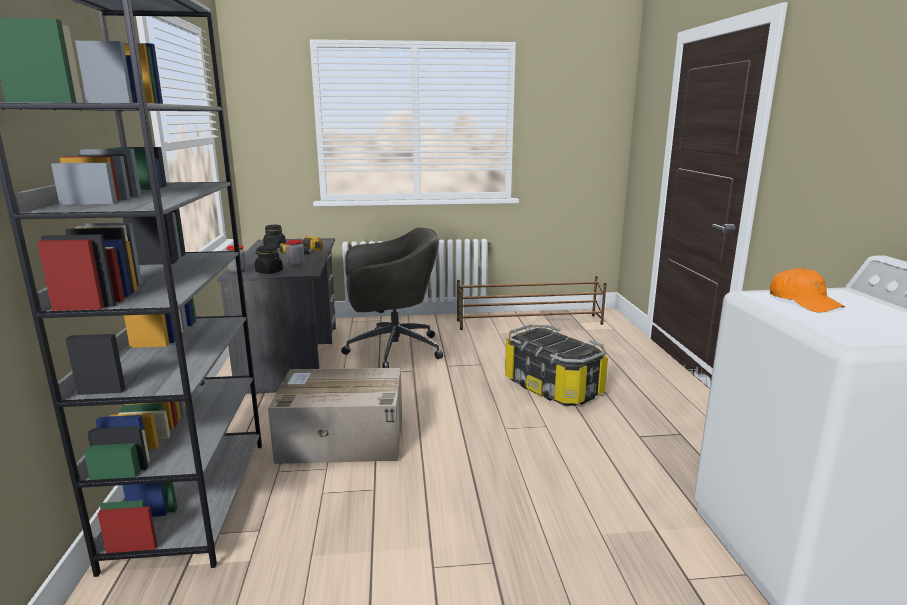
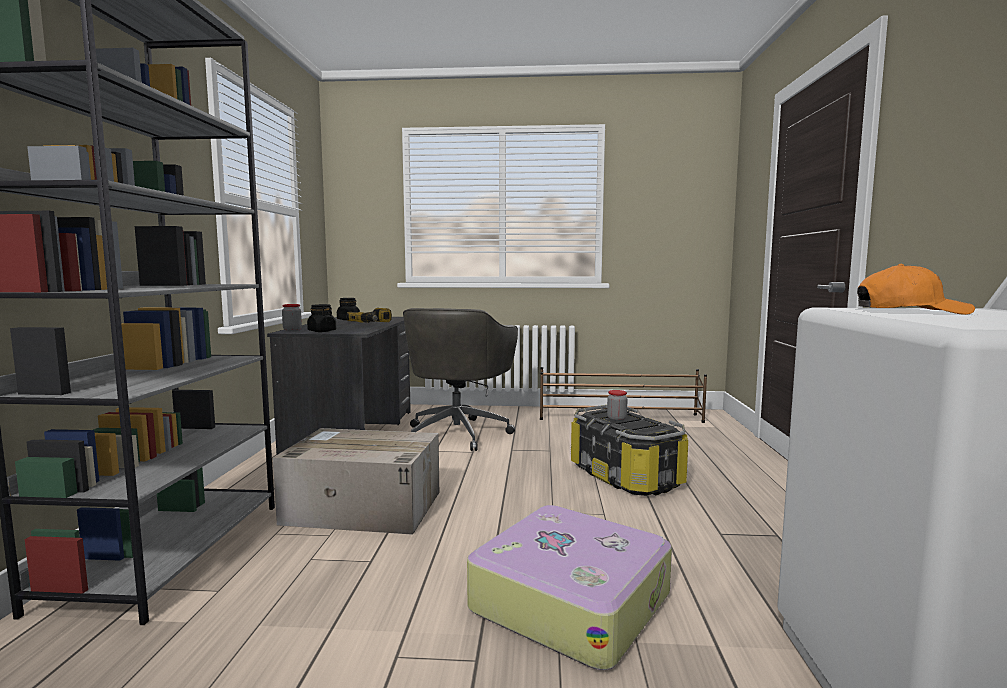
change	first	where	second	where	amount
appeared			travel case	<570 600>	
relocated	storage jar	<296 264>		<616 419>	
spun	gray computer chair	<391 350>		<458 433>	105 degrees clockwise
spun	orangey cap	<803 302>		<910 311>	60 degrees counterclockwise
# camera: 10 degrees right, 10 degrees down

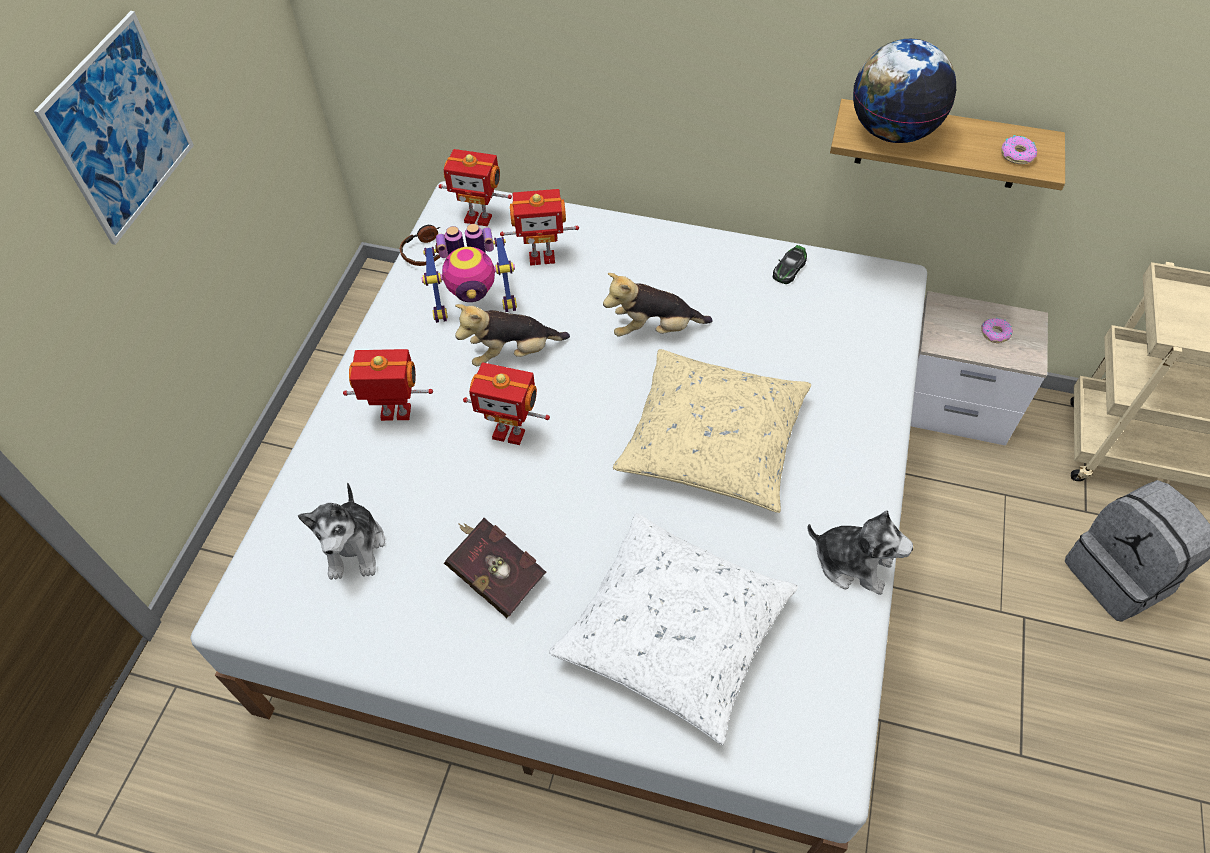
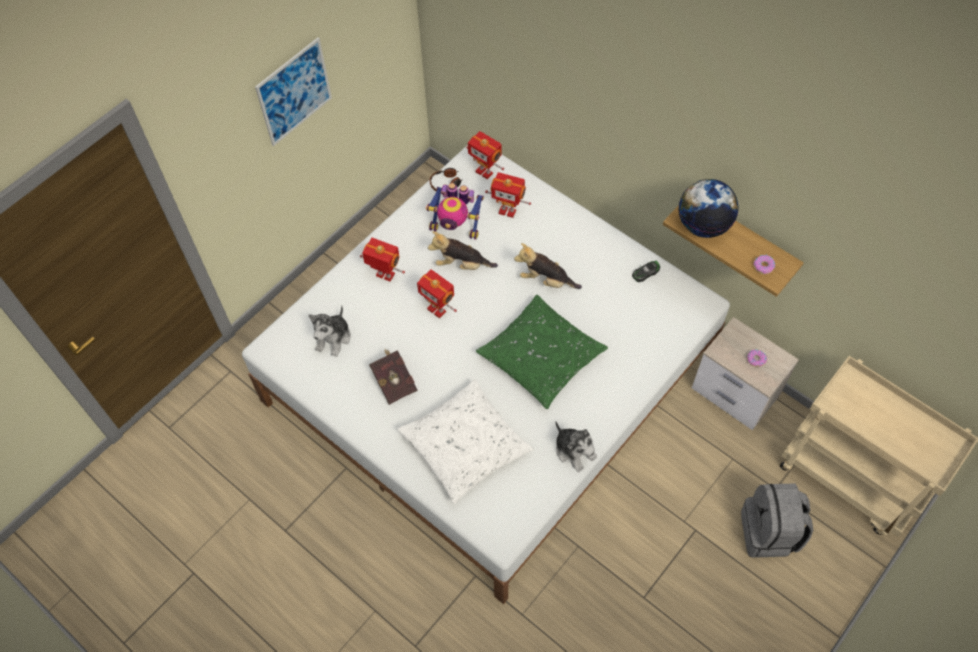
change	first	where	second	where	amount
colour	beige-coloured cushion	<712 440>	green cushion	<541 356>	
# camera: 25 degrees right, 5 degrees up

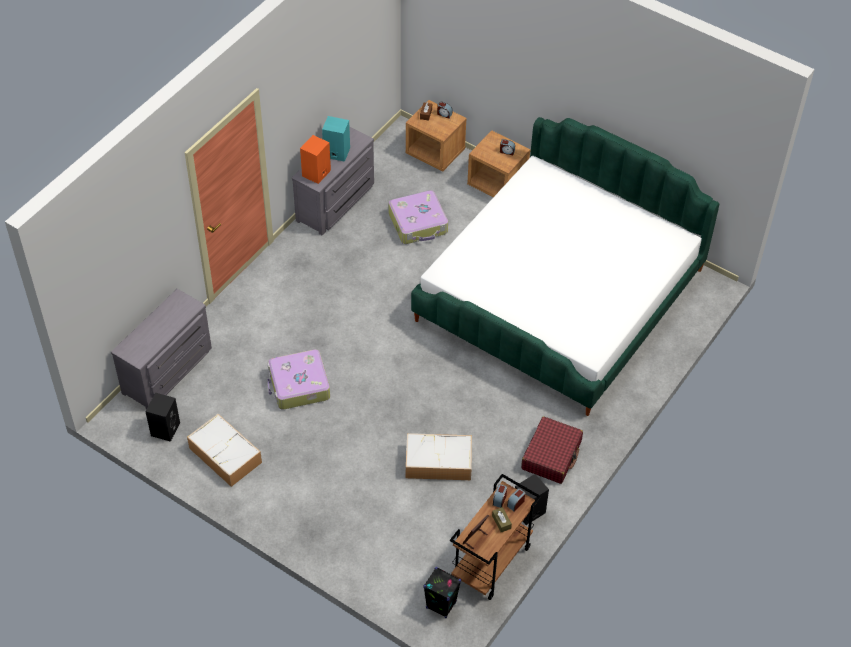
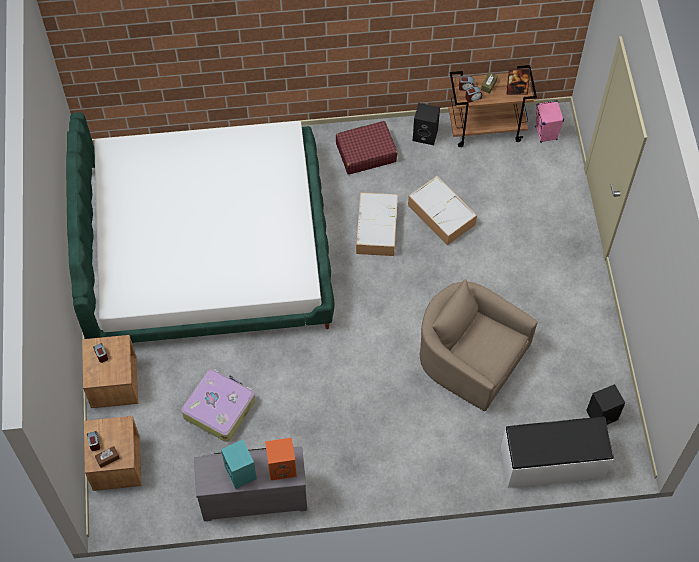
change	first	where	second	where	amount
relocated	storage container	<226 455>		<376 228>	
exchanged	gray drawer chest	<169 371>	white-coloured indoor bench	<552 463>	
exchanged	travel case	<298 385>	beige-coloured lounge chair	<470 358>	
colour	black-coloured audio speaker	<441 605>	pink-coloured audio speaker	<546 134>	
# camera: 130 degrees left, 10 degrees up

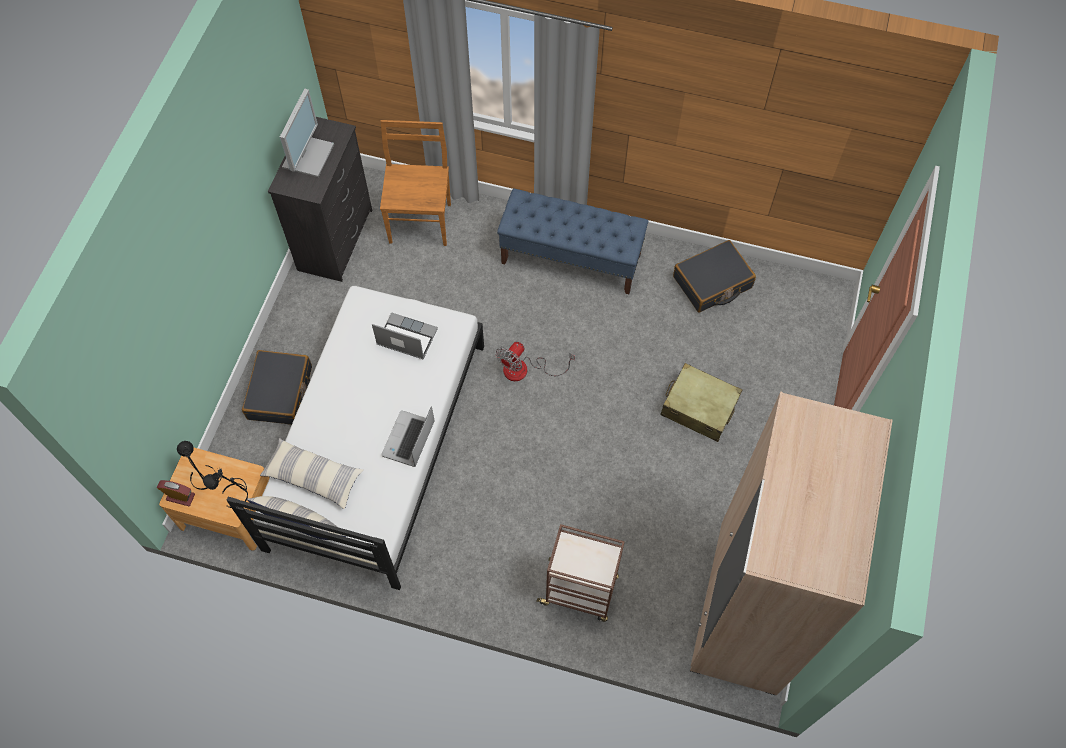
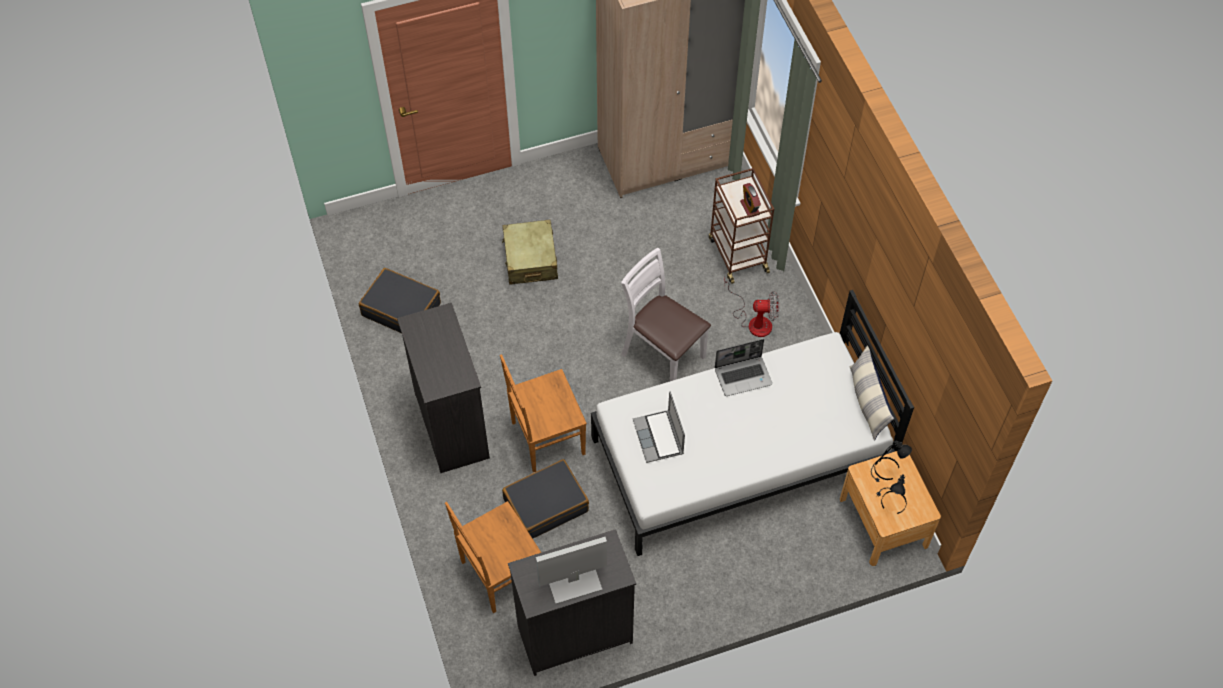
change	first	where	second	where	amount
missing	cushion	<313 477>			
appeared			brown-coloured chair	<545 438>	
appeared			white-coloured chair	<663 354>	
relocated	alarm clock	<180 497>		<750 208>	
relocated	black-coloured travel case	<280 393>		<545 505>	
relocated	electric fan	<525 370>		<754 321>	
exchanged	blue indoor bench	<571 259>	black-coloured drawer chest	<452 424>	
# camera: 125 degrees left, 5 degrees down

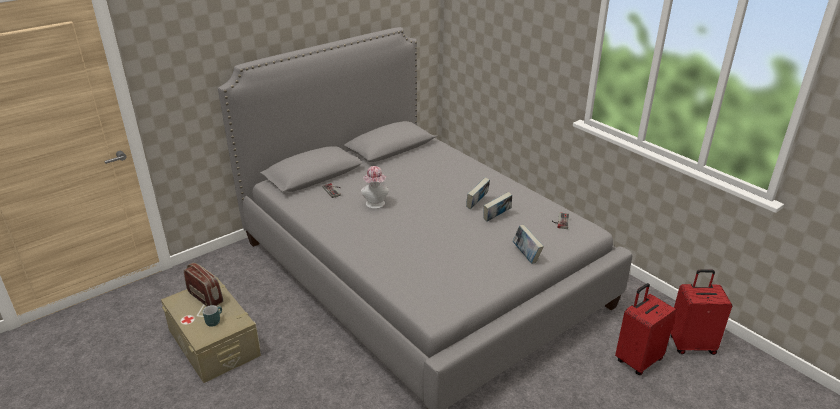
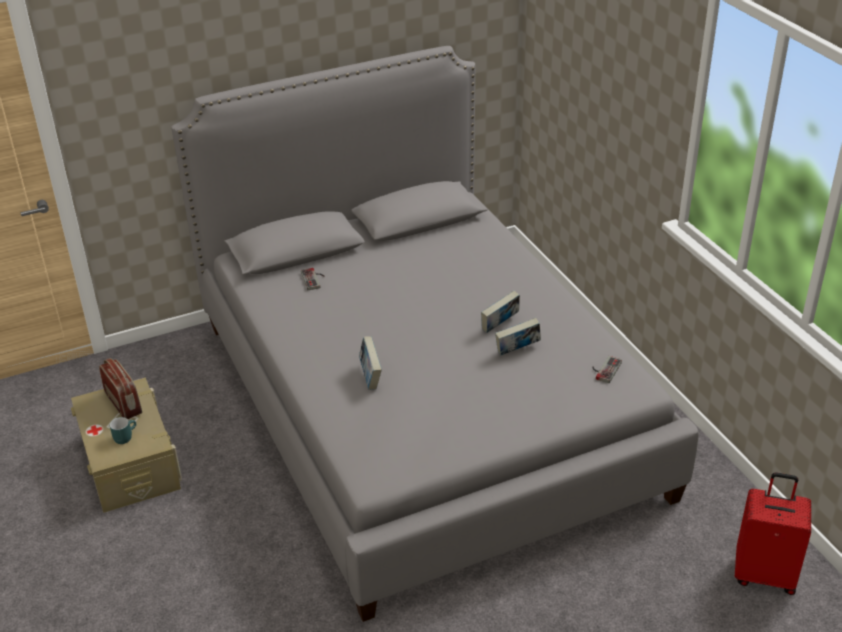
change	first	where	second	where	amount
missing	clothing hat	<375 205>			
missing	reddish travel case	<637 360>			
relocated	volume	<526 255>		<370 377>	
# camera: 15 degrees right, 5 degrees up

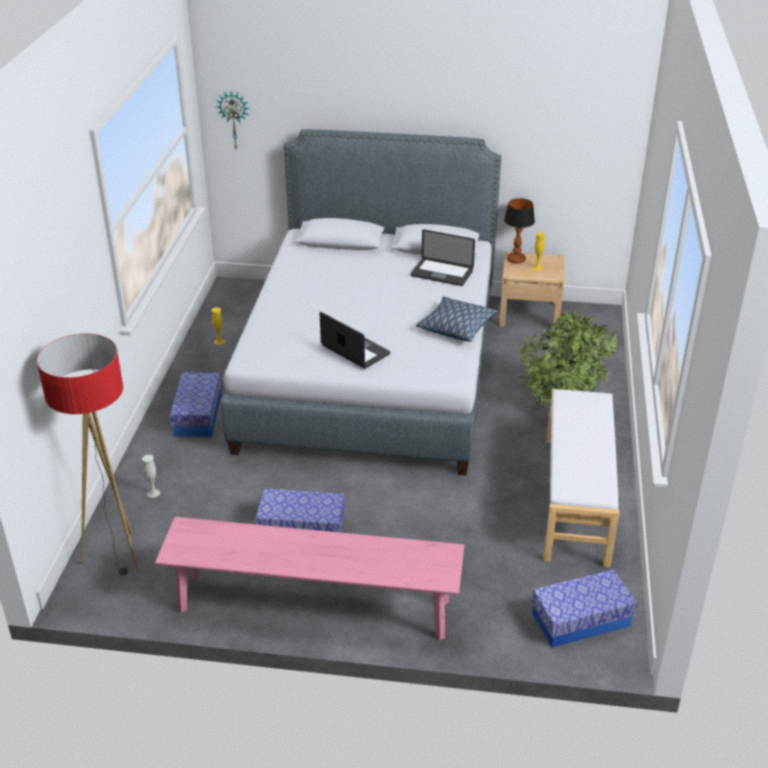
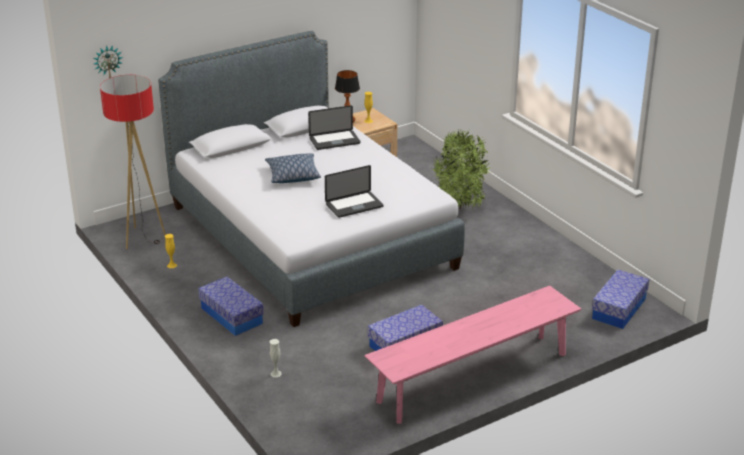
change	first	where	second	where	amount
missing	white-coloured indoor bench	<577 499>			
relocated	standing lamp	<117 556>		<143 238>	
relocated	cushion	<456 327>		<292 175>	
spun	laptop	<355 350>		<354 205>	150 degrees clockwise
# camera: 40 degrees left, 5 degrees down

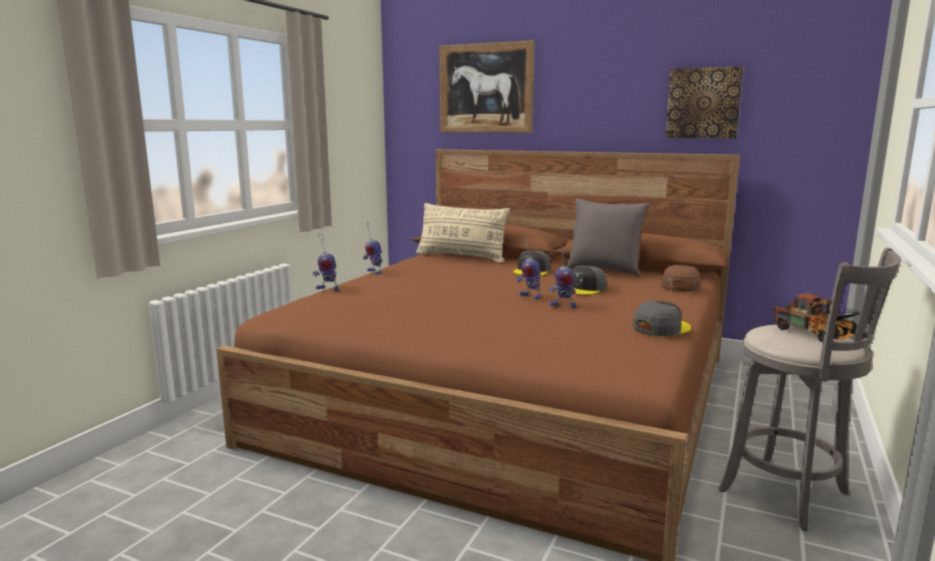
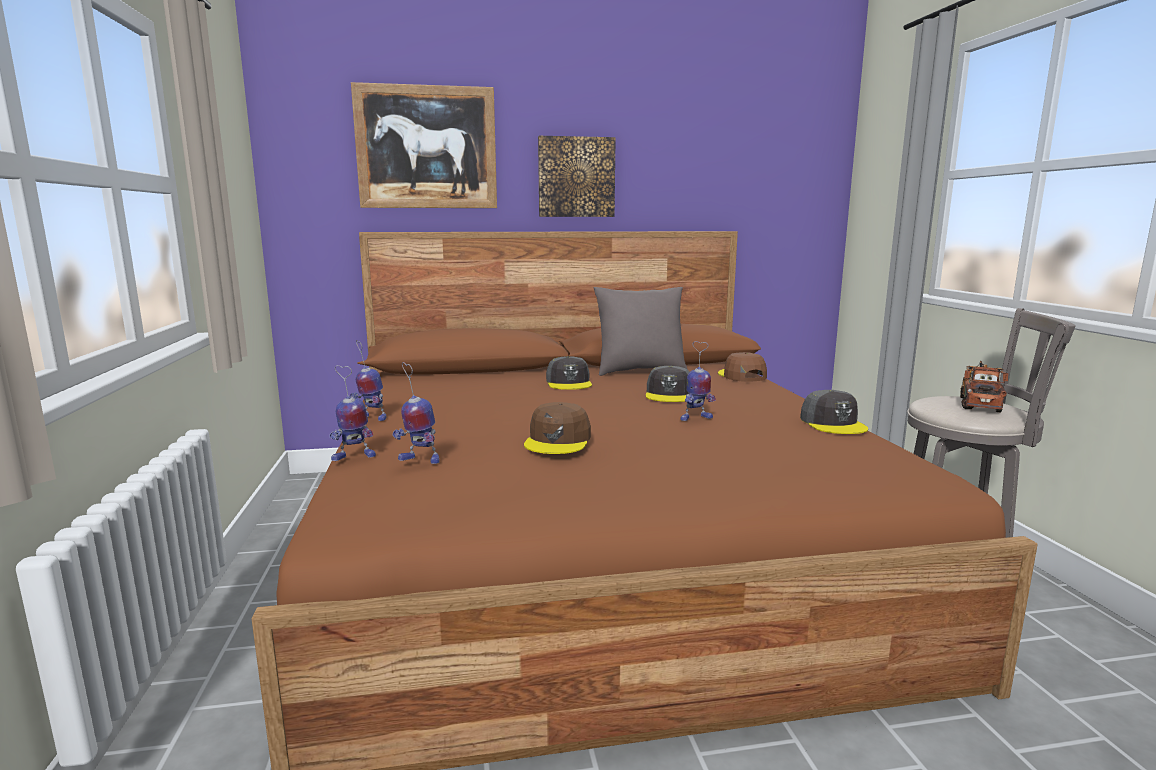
change	first	where	second	where	amount
missing	beige-coloured cushion	<461 257>			
appeared			brown-coloured cap	<558 440>	
relocated	toy robot	<529 296>		<419 460>	
relocated	picture	<703 103>		<576 177>	
spun	gray cap	<661 328>		<833 423>	150 degrees clockwise
spun	toy truck	<817 335>		<979 403>	90 degrees counterclockwise
# camera: 35 degrees left, 0 degrees up

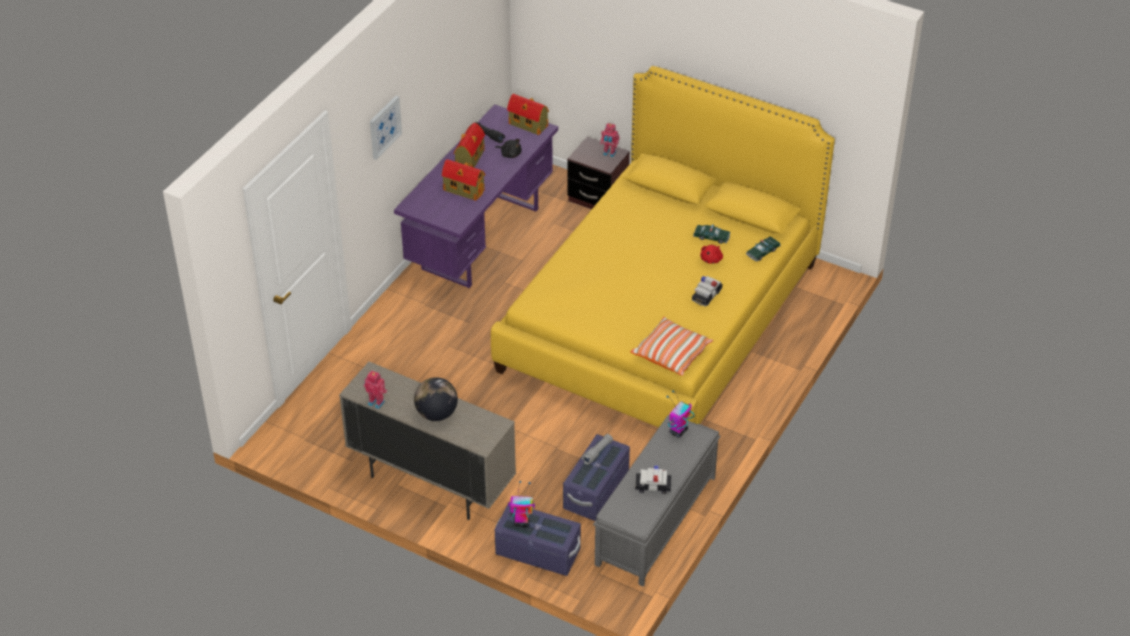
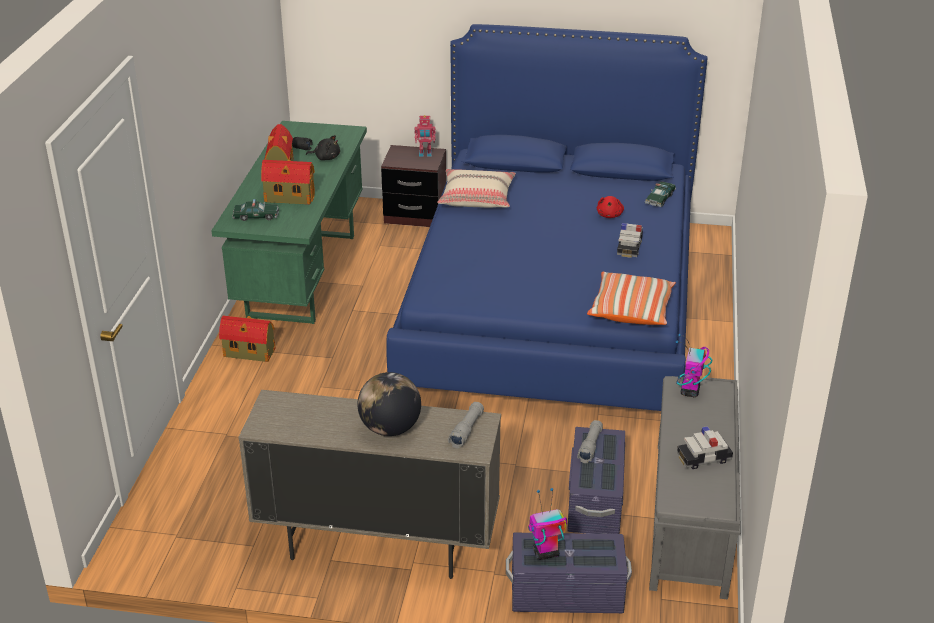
change	first	where	second	where	amount
missing	toy robot	<377 402>			
missing	picture	<384 127>			
appeared			beige-coloured cushion	<477 197>	
appeared			gray flashlight	<466 430>	
relocated	model house	<529 125>		<250 353>	
relocated	toy car	<711 237>		<256 216>	
colour	purple-coloured desk	<480 238>	green desk	<302 274>	
colour	yellowish sleeping bed	<659 316>	blue sleeping bed	<551 305>	
# camera: 20 degrees left, 10 degrees down

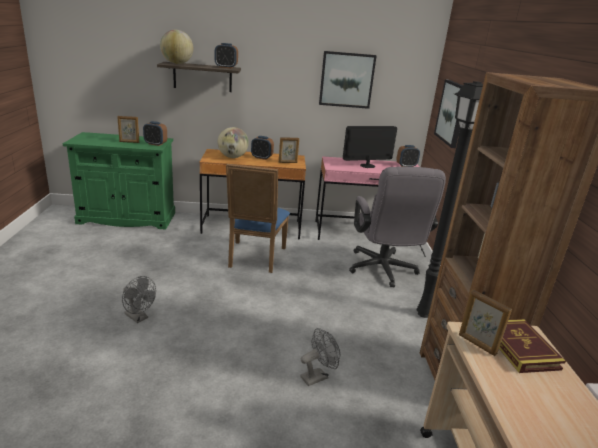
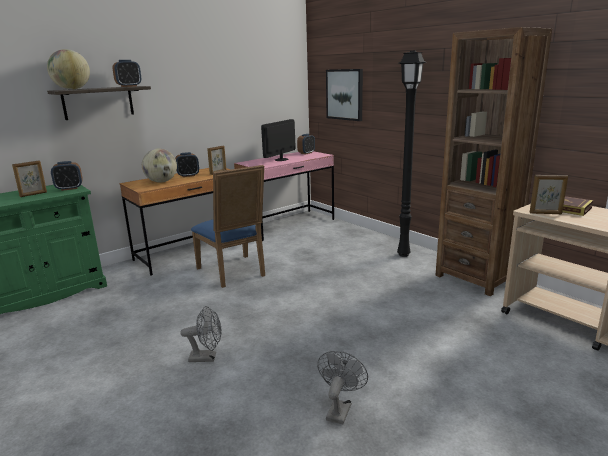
change	first	where	second	where	amount
missing	picture	<346 80>			
missing	gray computer chair	<383 271>			
relocated	gray electric fan	<317 376>		<340 409>	
# camera: 35 degrees left, 5 degrees down

